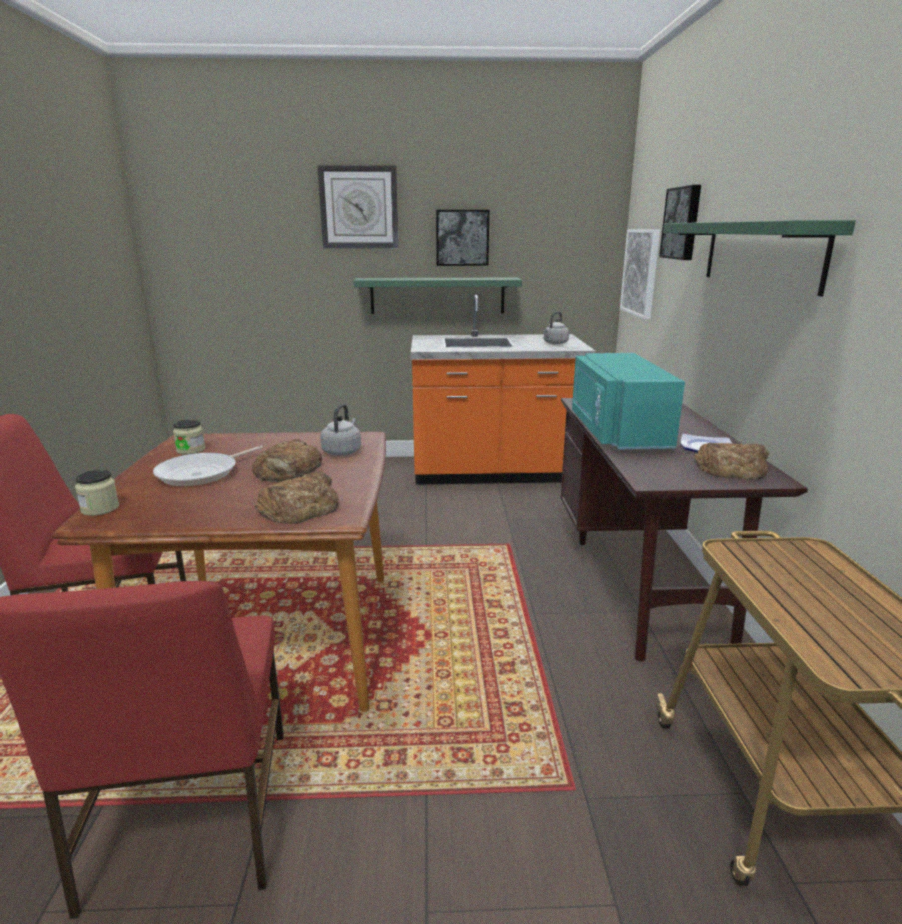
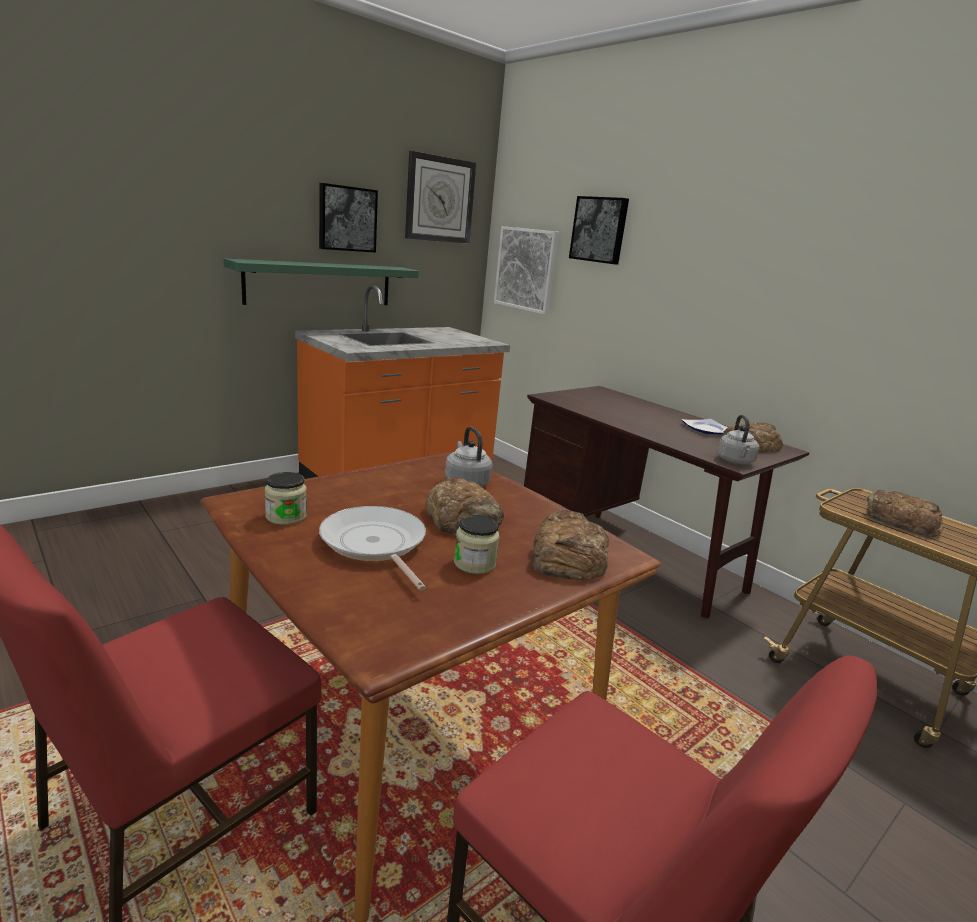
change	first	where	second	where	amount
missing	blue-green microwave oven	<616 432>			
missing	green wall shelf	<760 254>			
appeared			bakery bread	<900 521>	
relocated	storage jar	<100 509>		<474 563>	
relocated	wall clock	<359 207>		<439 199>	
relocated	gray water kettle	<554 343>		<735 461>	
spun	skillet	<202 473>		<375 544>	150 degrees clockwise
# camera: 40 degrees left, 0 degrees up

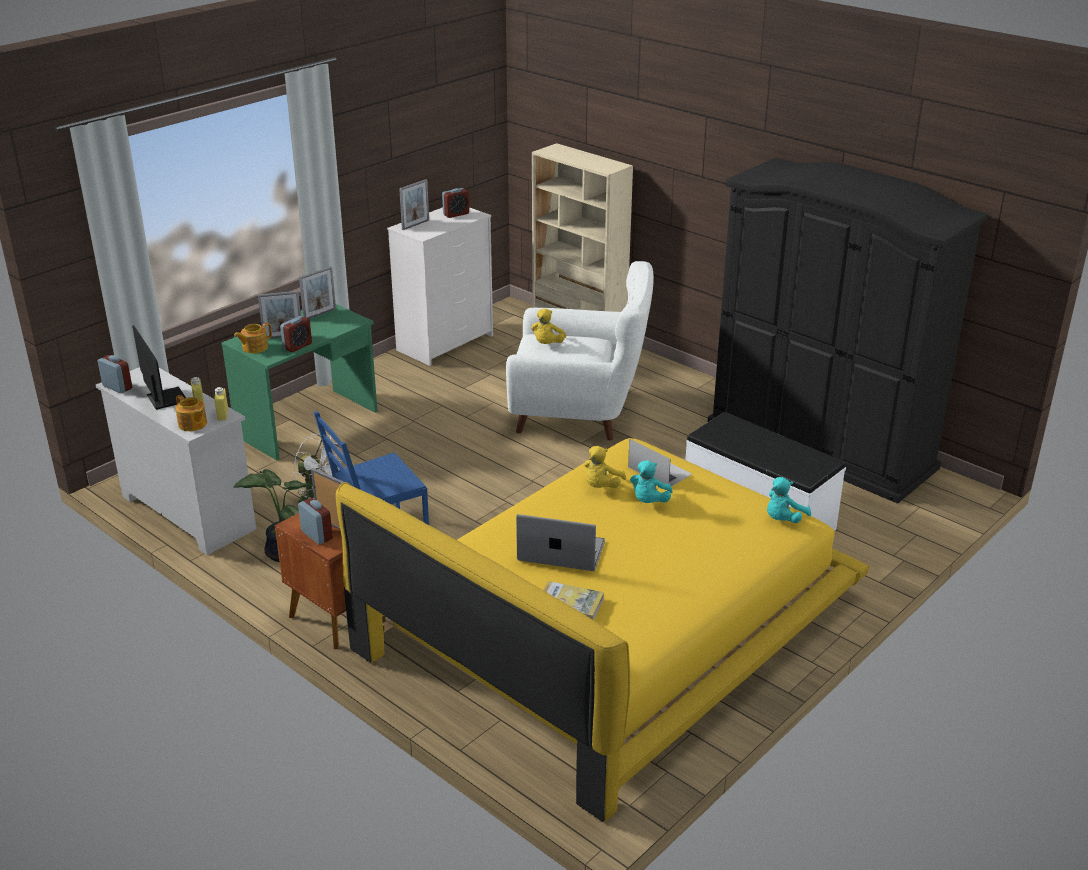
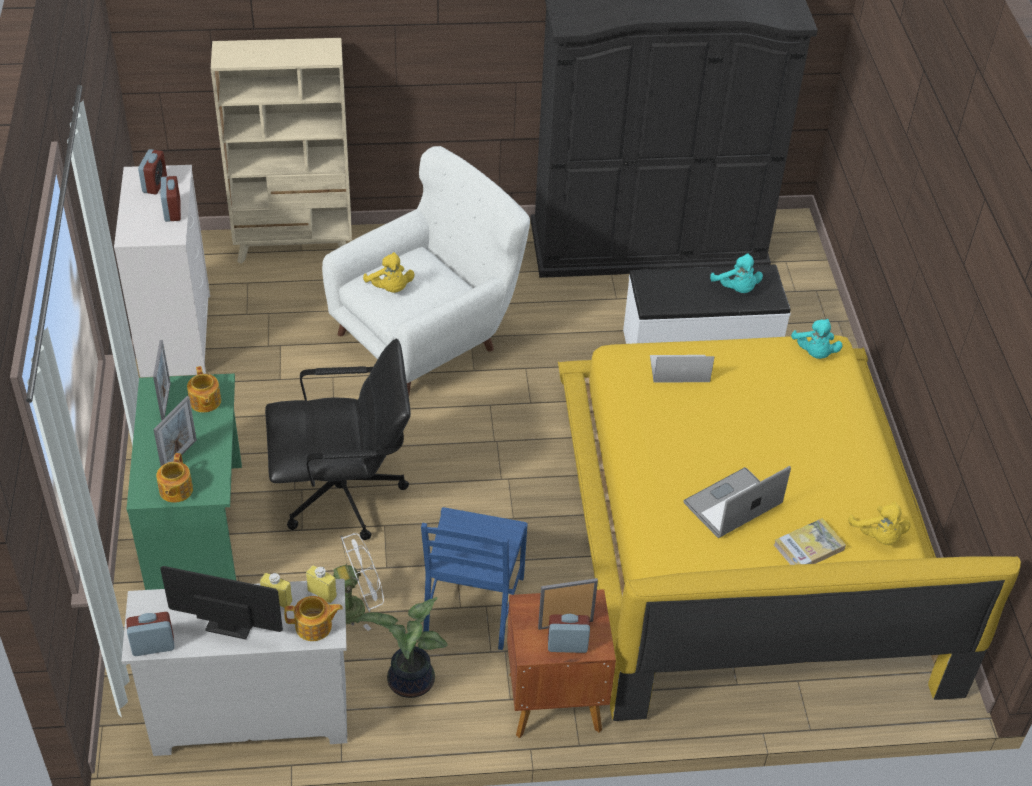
change	first	where	second	where	amount
missing	photo frame	<415 225>			
appeared			pot for tea	<205 402>	
appeared			black-coloured computer chair	<343 495>	
relocated	alarm clock	<297 346>		<172 211>	
relocated	yellowish cuddly toy	<601 487>		<878 536>	
relocated	blue-green cuddly toy	<649 501>		<736 289>	
# camera: 50 degrees left, 15 degrees up

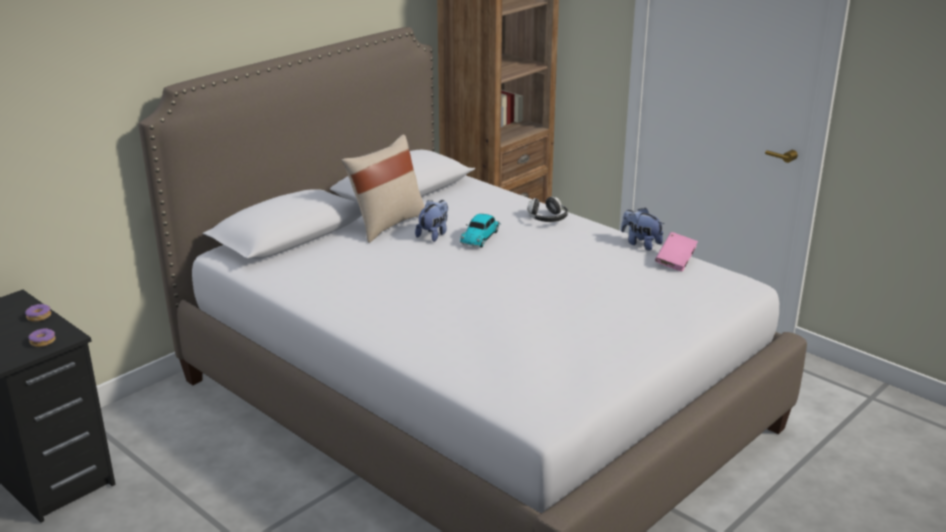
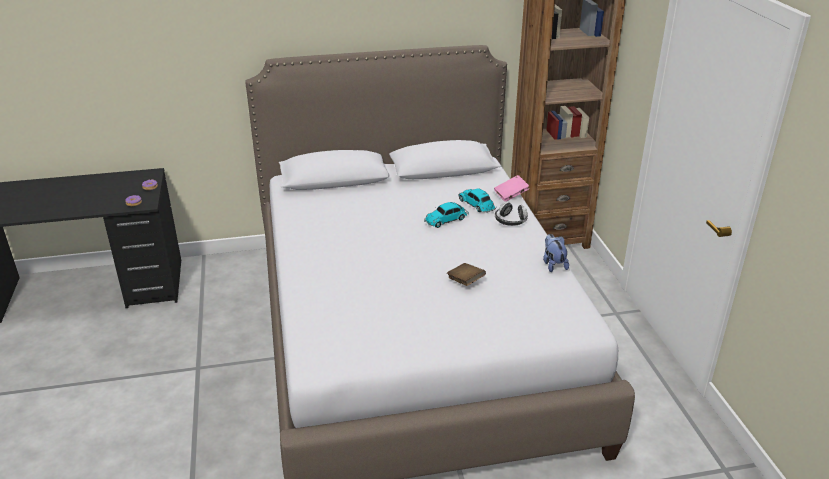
change	first	where	second	where	amount
missing	beige-coloured cushion	<386 224>			
missing	cuddly toy	<434 234>			
appeared			brown-coloured volume	<465 281>	
appeared			toy car	<477 205>	
relocated	pink-coloured volume	<675 261>		<511 195>	
# camera: 35 degrees right, 5 degrees up

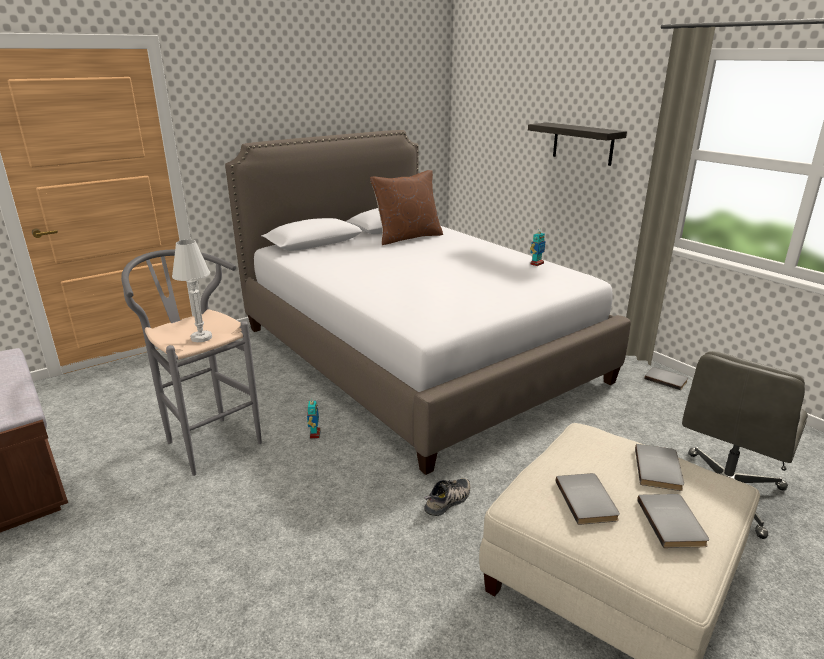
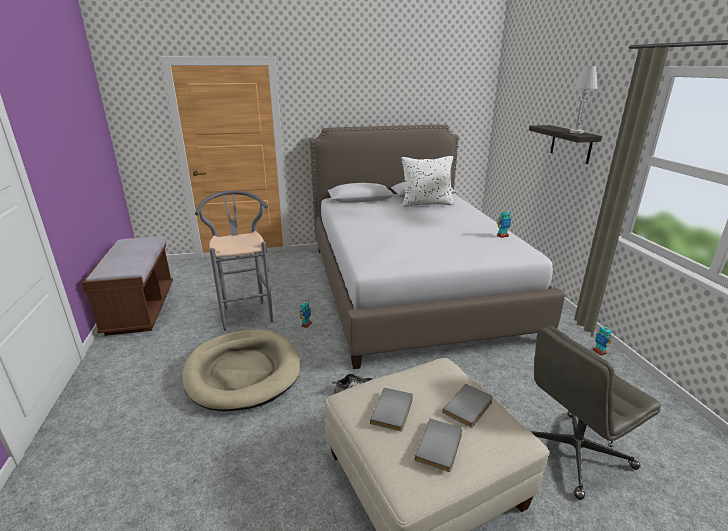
change	first	where	second	where	amount
appeared			beige-coloured dog cushion	<243 372>	
relocated	white-coloured table lamp	<201 337>		<576 132>	
exchanged	gray volume	<666 379>	toy robot	<599 351>	
colour	brown-coloured cushion	<407 237>	white-coloured cushion	<426 203>	
# camera: 25 degrees right, 0 degrees up

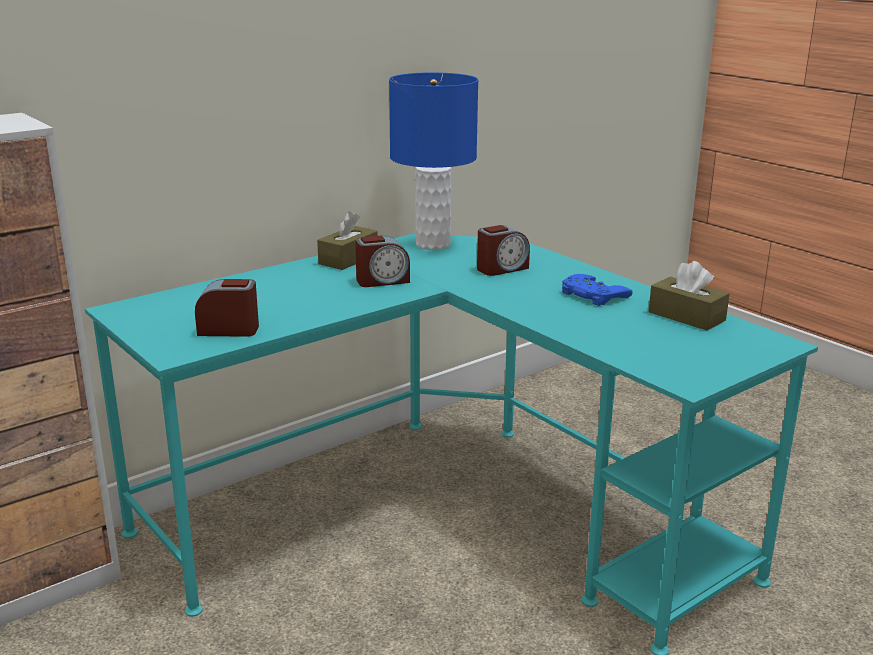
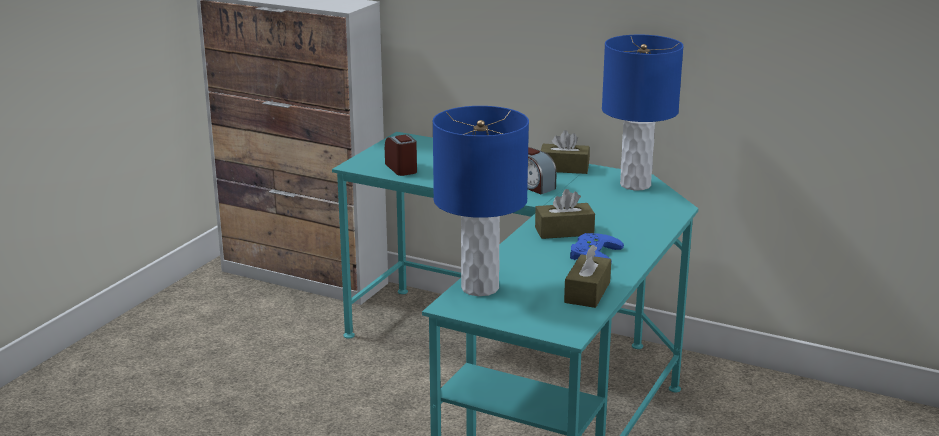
change	first	where	second	where	amount
missing	alarm clock	<502 269>			
appeared			blue table lamp	<480 288>	
appeared			brown-coloured box of tissues	<564 231>	
# camera: 65 degrees right, 0 degrees up

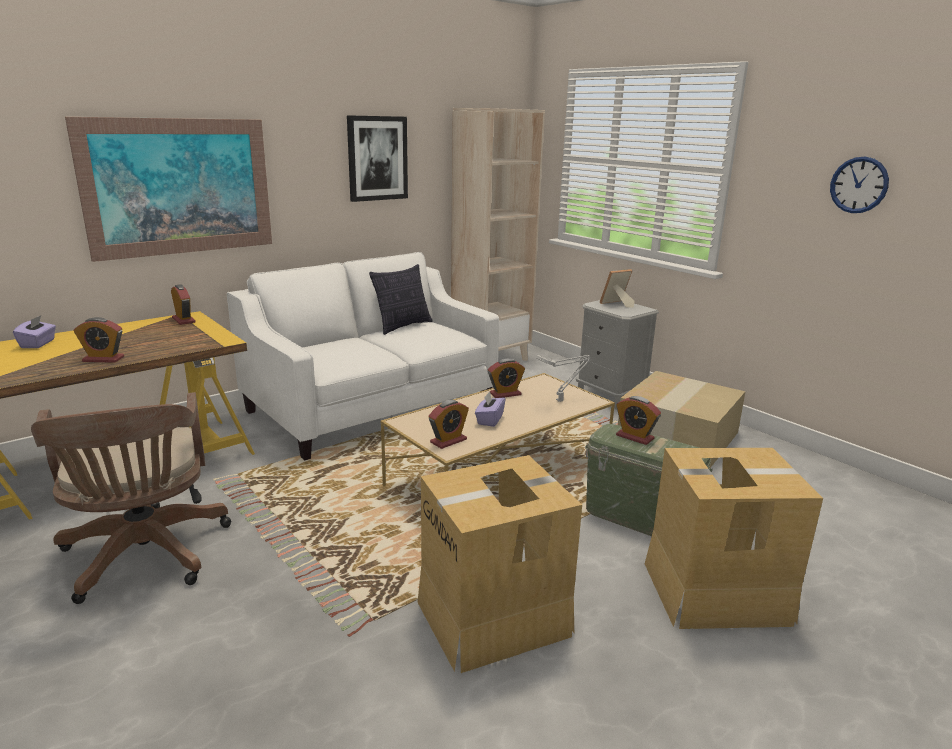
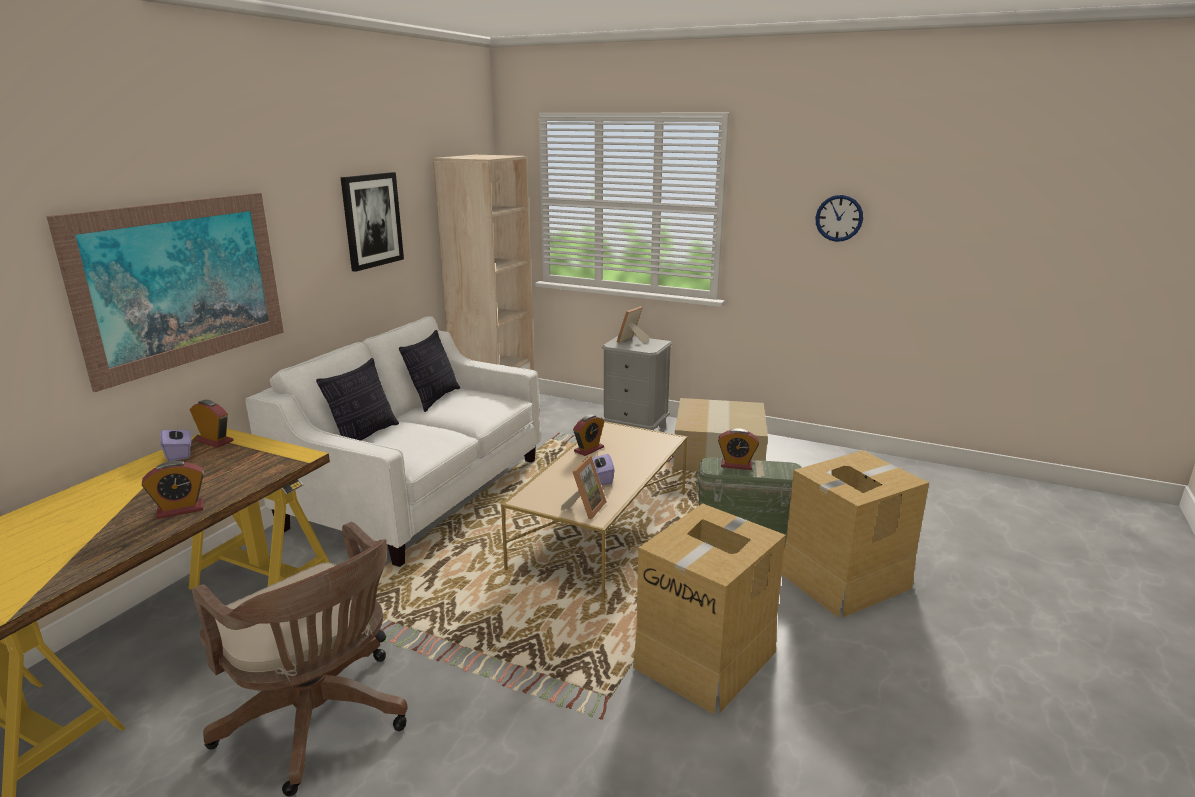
change	first	where	second	where	amount
missing	gray table lamp	<561 400>			
appeared			cushion	<364 436>	
relocated	purple-coloured box of tissues	<38 344>		<179 454>	
exchanged	alarm clock	<448 441>	photo frame	<585 508>	
# camera: 25 degrees left, 0 degrees up

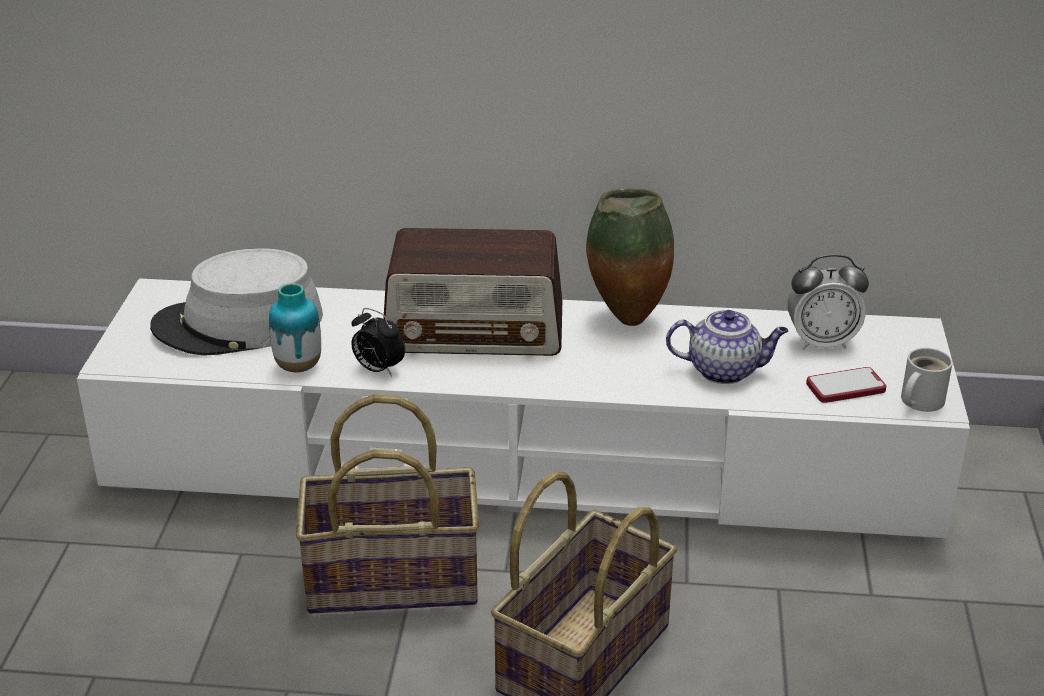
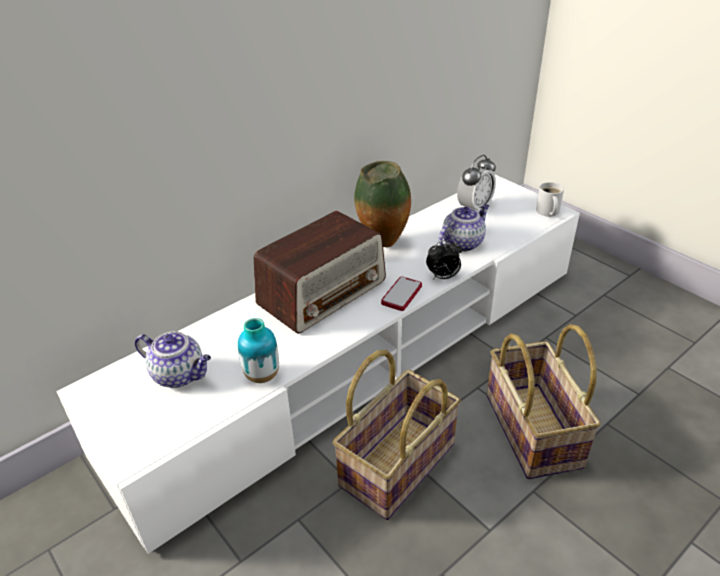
change	first	where	second	where	amount
relocated	alarm clock	<378 369>		<443 277>	
relocated	handset	<845 387>		<401 294>	
exchanged	gray clothing hat	<238 323>	pot for tea	<180 375>	
# camera: 45 degrees left, 5 degrees up

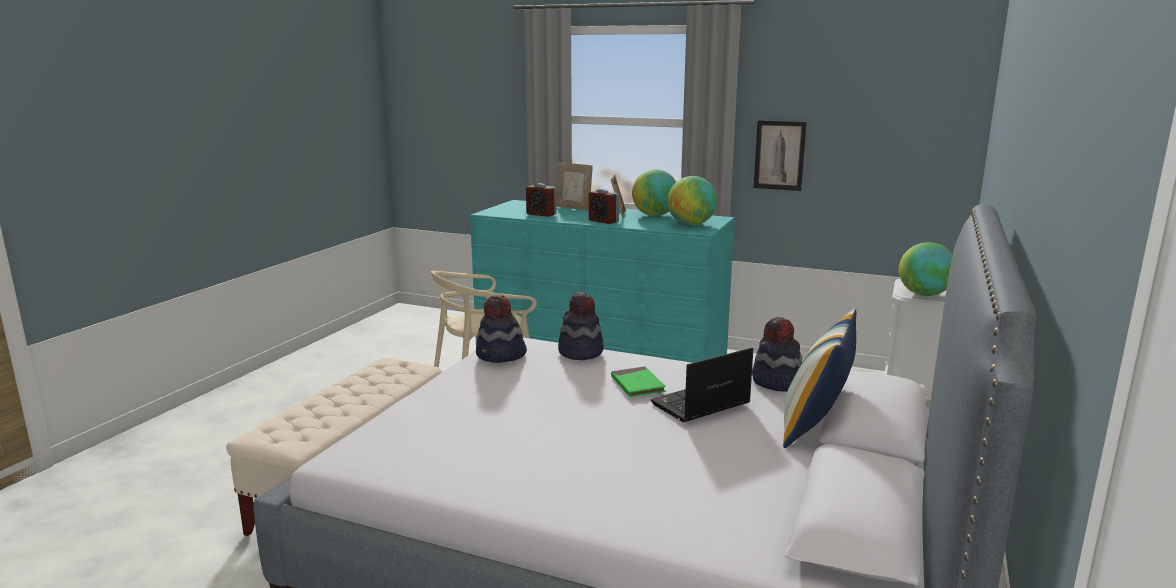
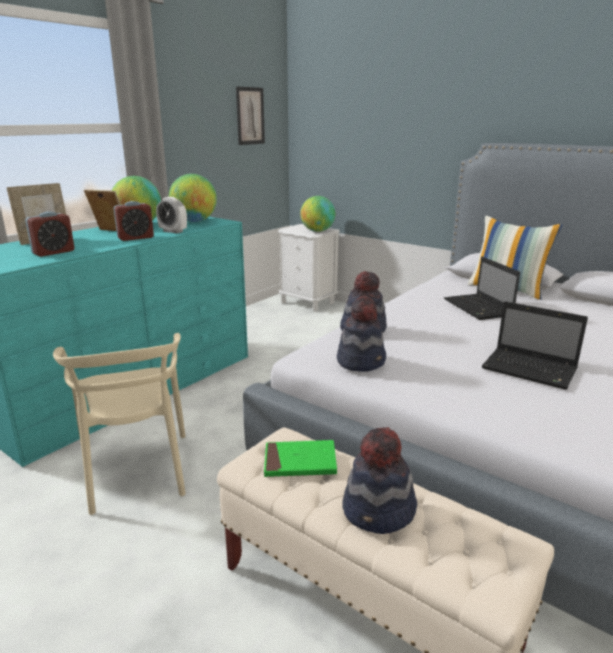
change	first	where	second	where	amount
appeared			alarm clock	<173 231>	
appeared			laptop	<531 370>	
relocated	green volume	<637 385>		<300 462>	
relocated	clothing hat	<777 383>		<379 511>	
relocated	picture	<779 155>		<250 116>	
# camera: 75 degrees left, 5 degrees up

